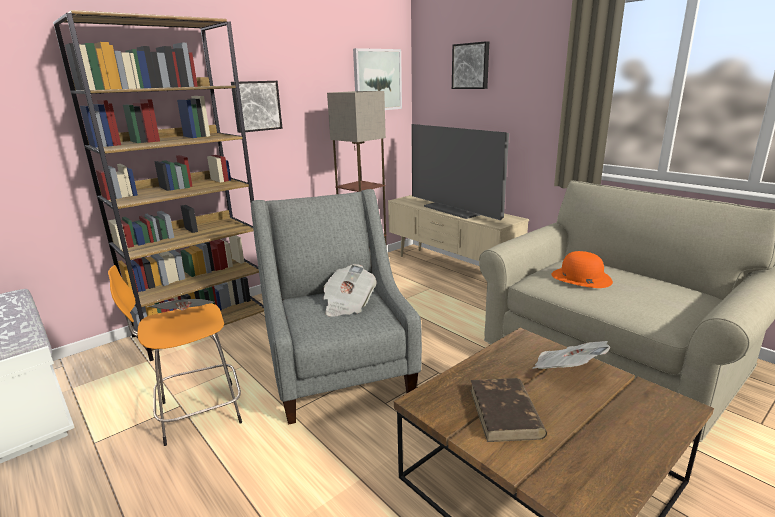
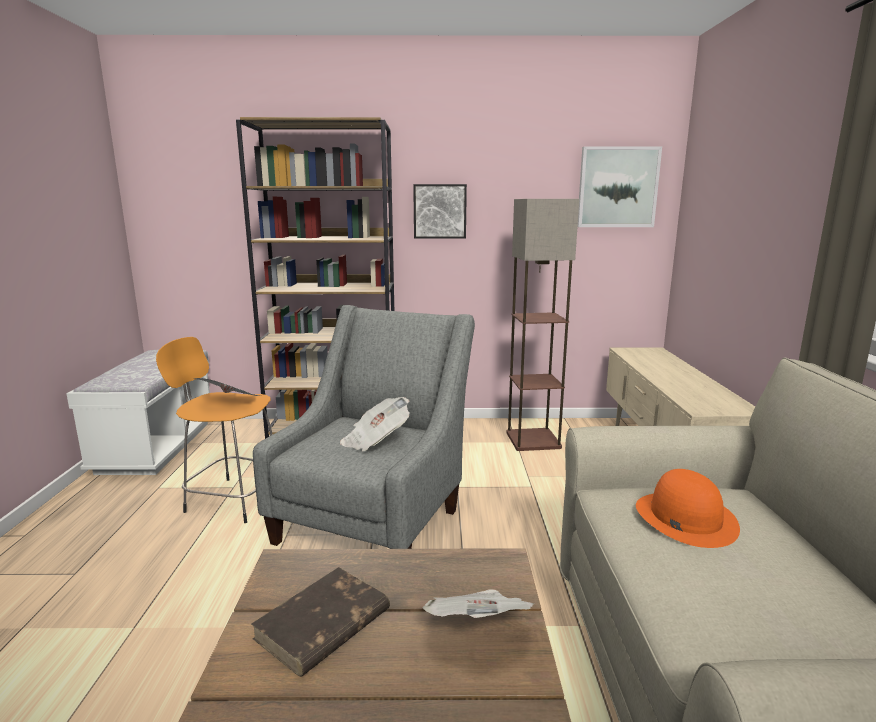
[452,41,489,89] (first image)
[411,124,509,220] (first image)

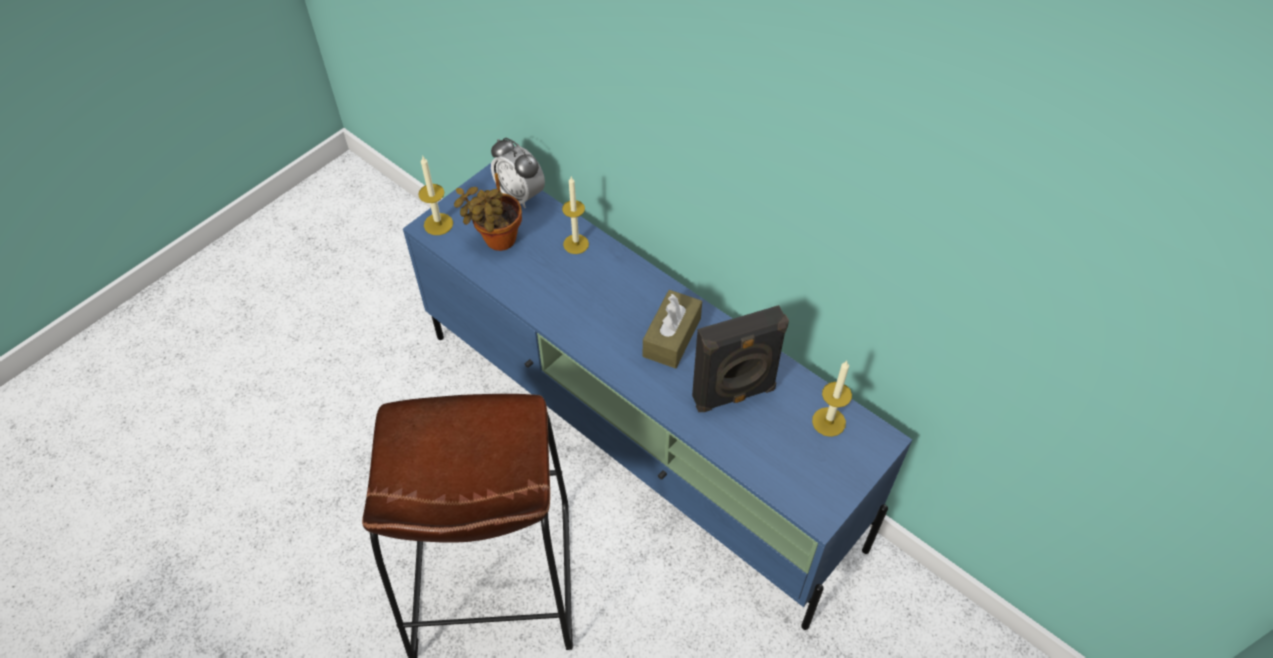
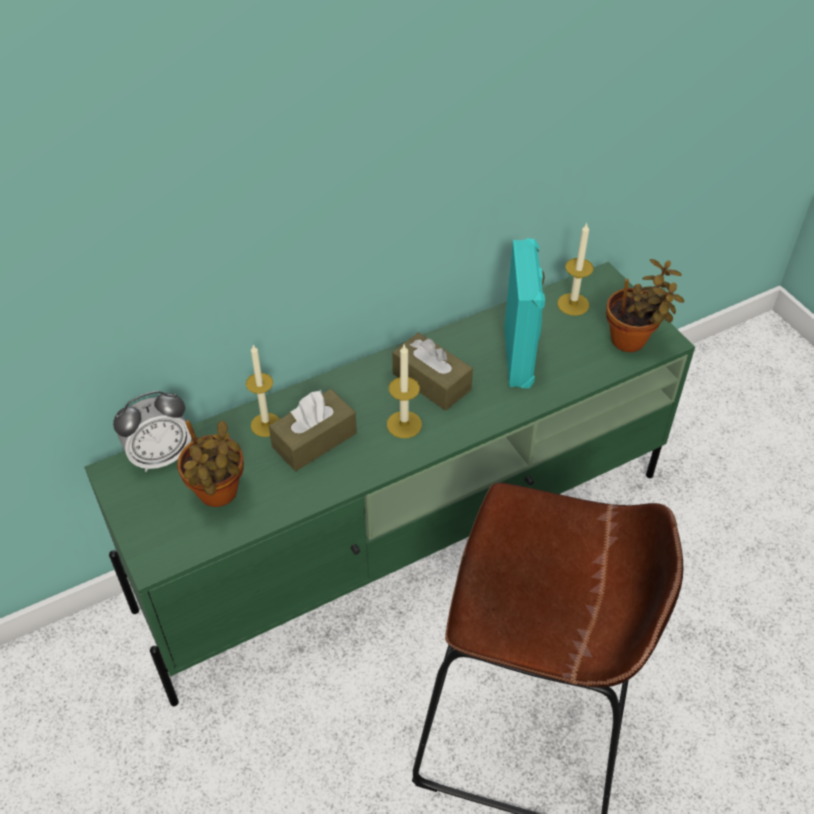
[387,345,422,438]
[84,262,695,706]
[504,239,545,388]
[606,259,684,352]
[269,389,357,471]

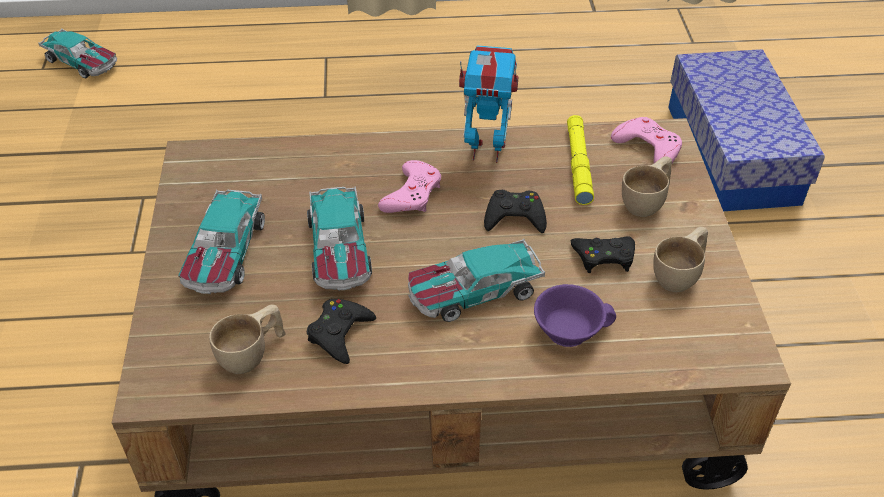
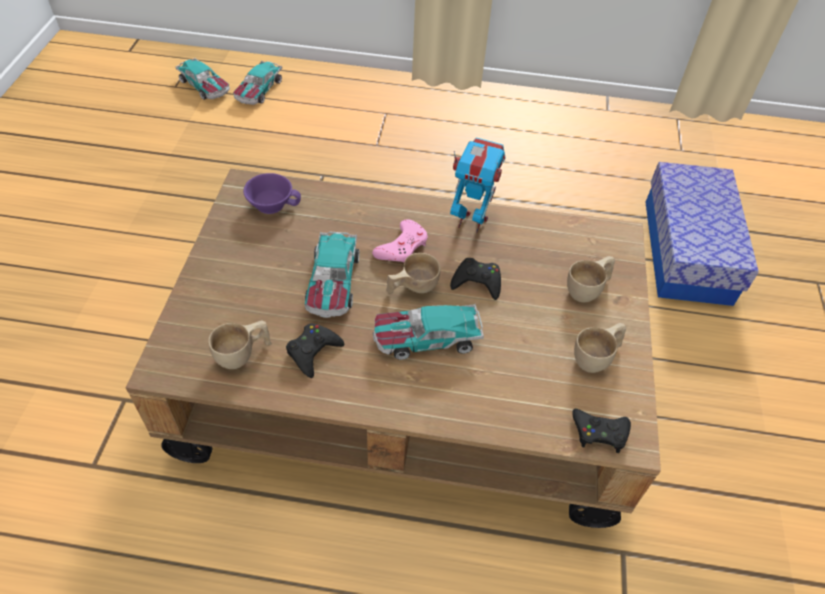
[567,115,594,205] (first image)
[611,117,682,163] (first image)
[233,60,282,105]
[572,409,631,453]
[243,173,301,214]
[386,253,440,294]

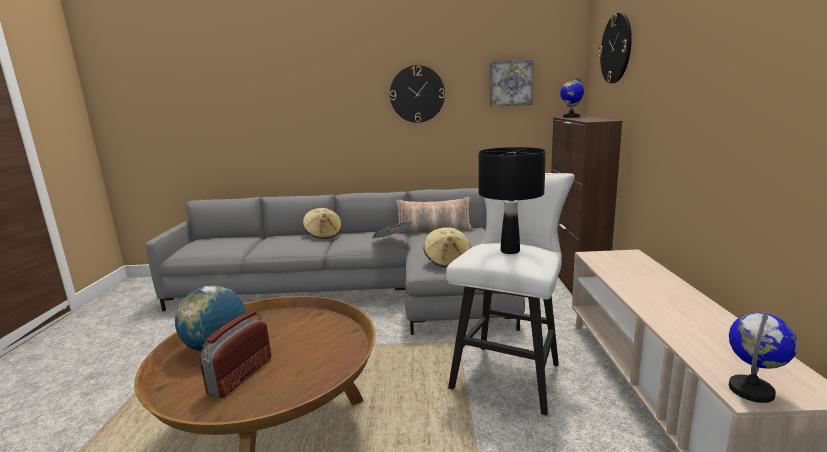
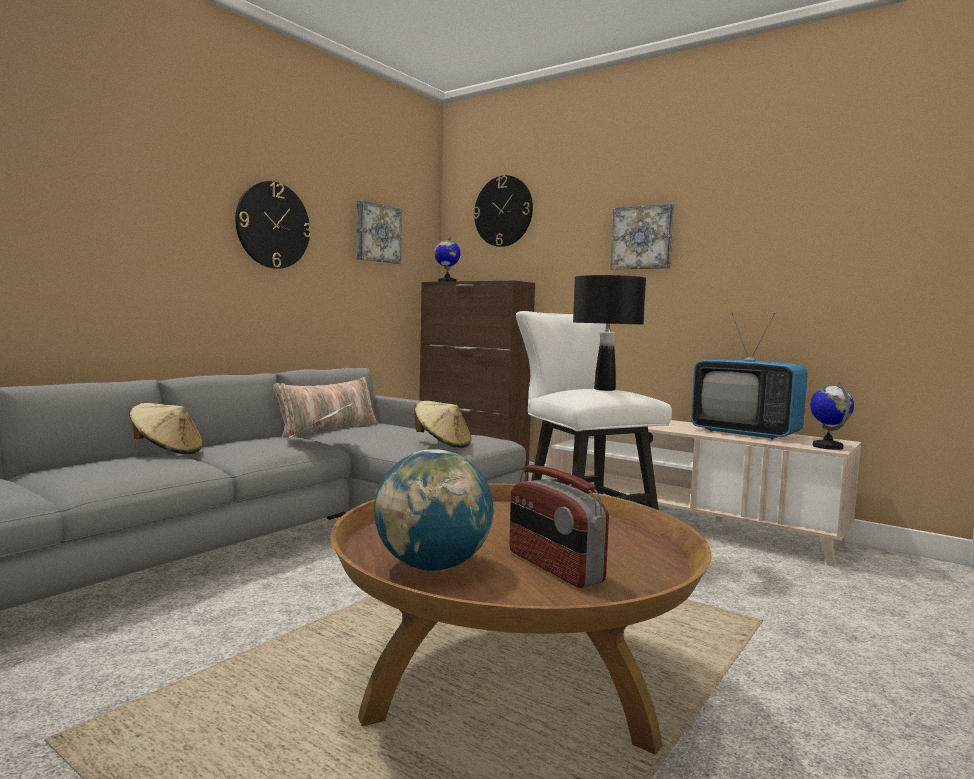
[610,203,674,270]
[691,312,808,439]

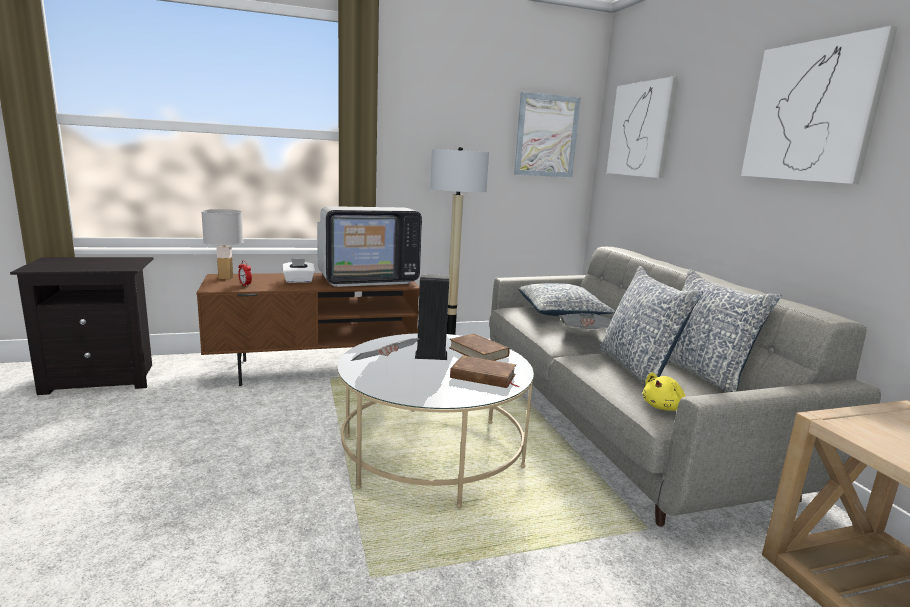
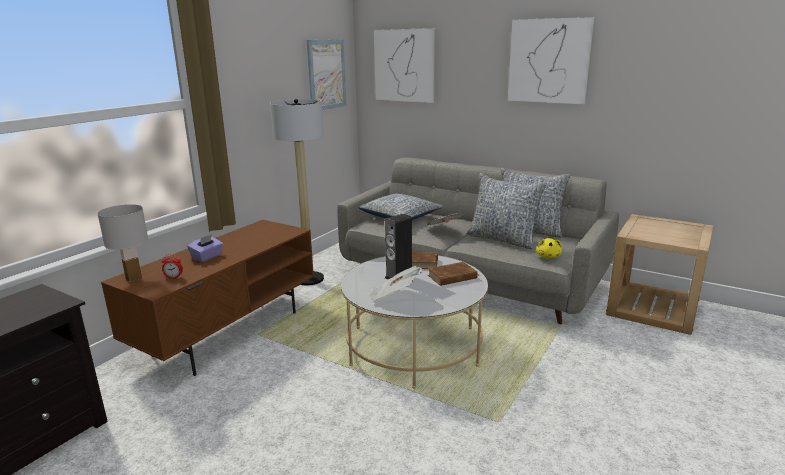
[317,206,422,287] (first image)
[187,234,223,262]

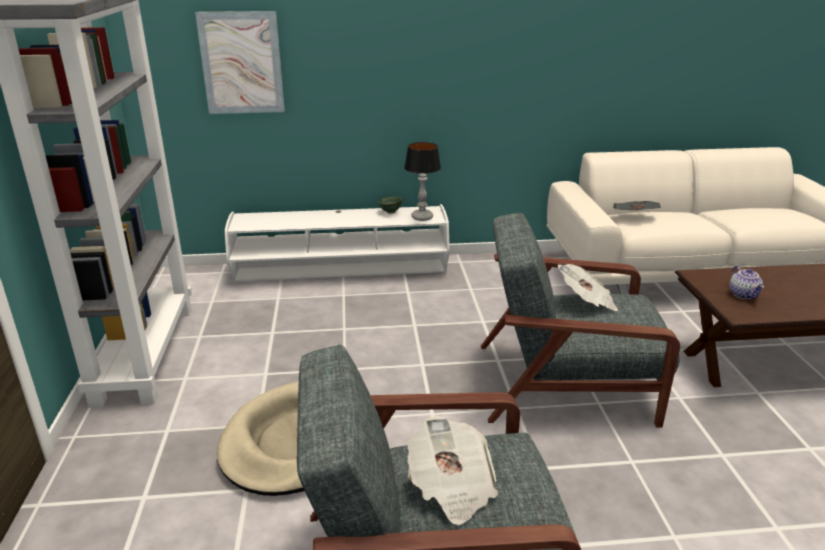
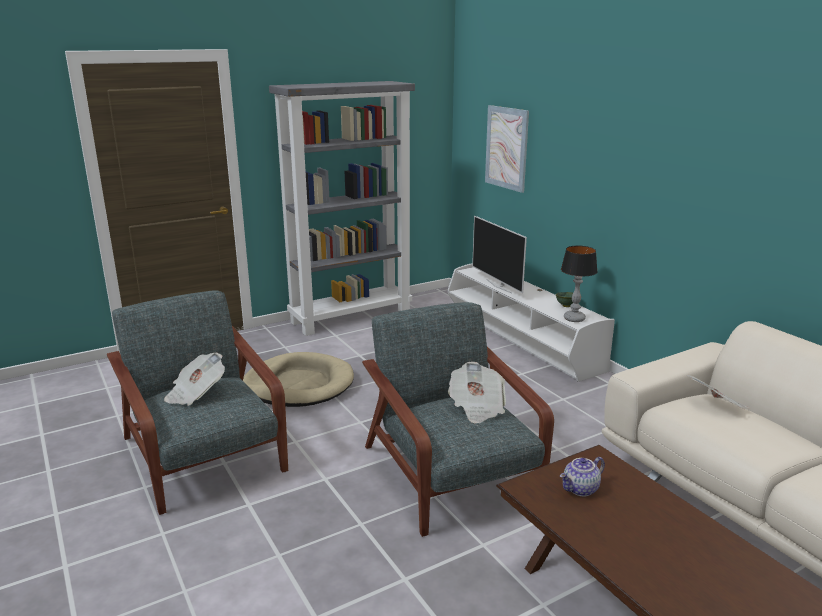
[472,216,527,293]

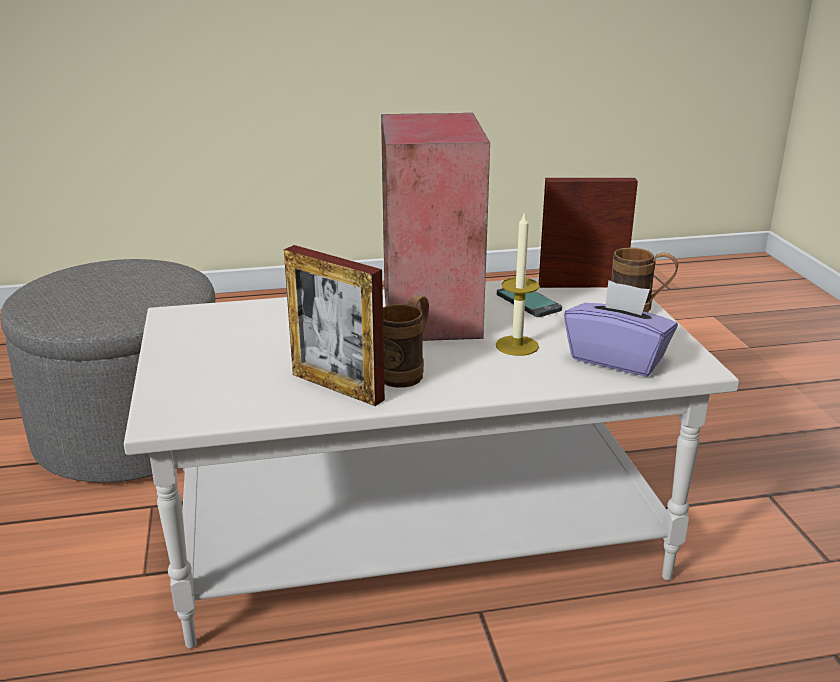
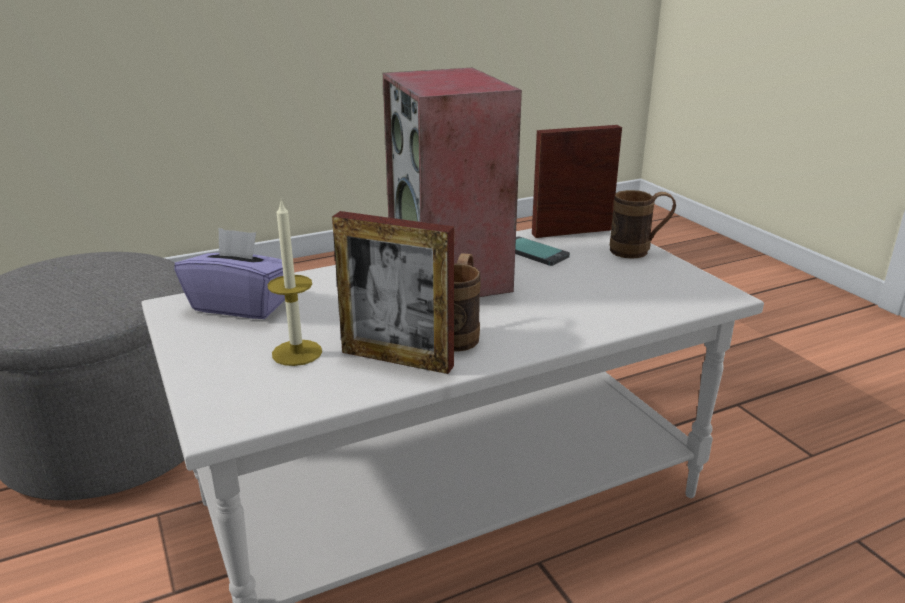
[268,201,322,366]
[174,228,285,319]

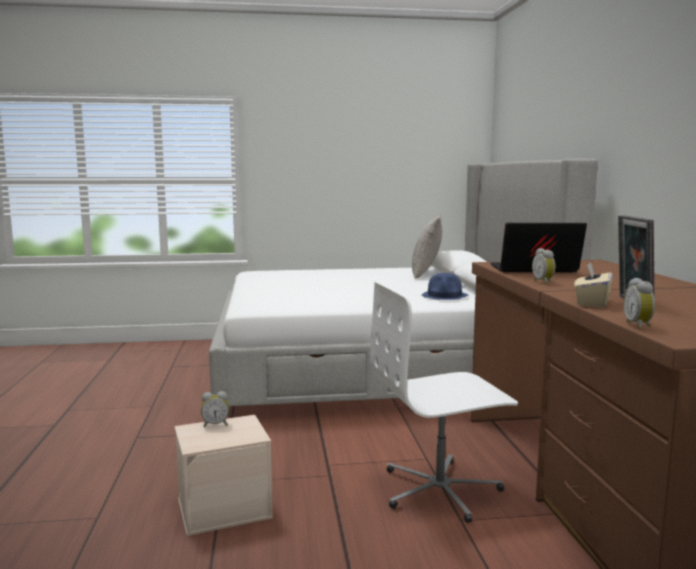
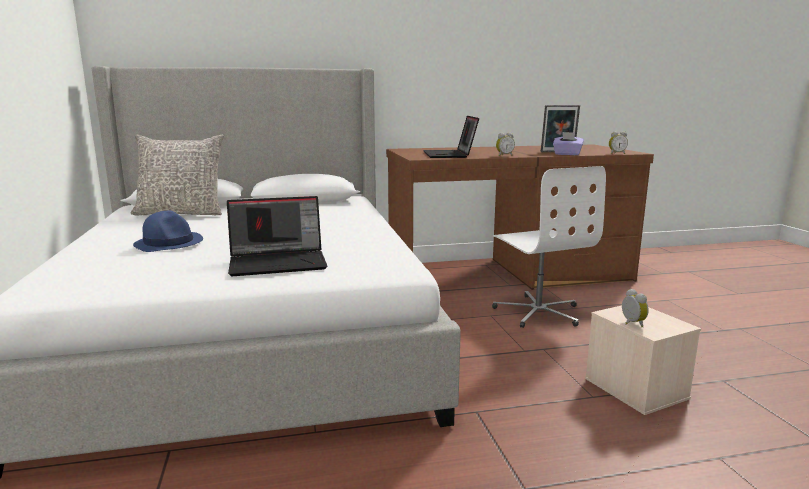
[553,132,584,155]
[133,210,203,252]
[227,196,327,276]

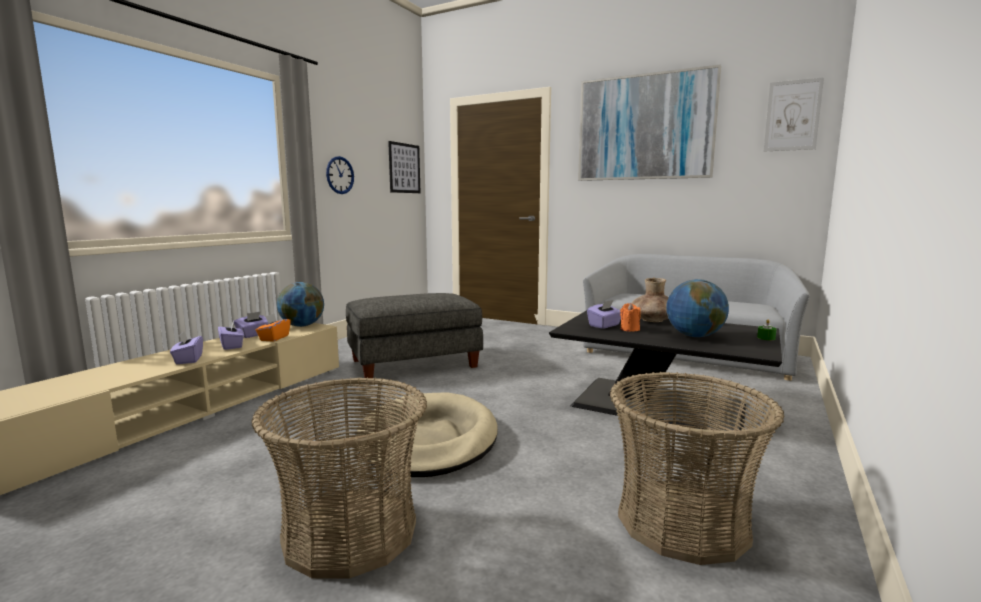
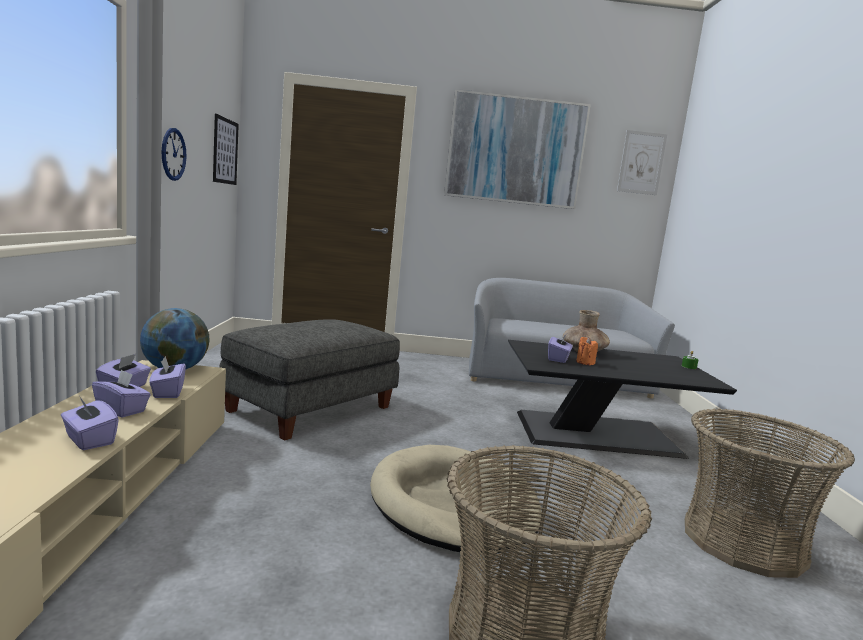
[666,279,729,337] (first image)
[149,356,186,398]

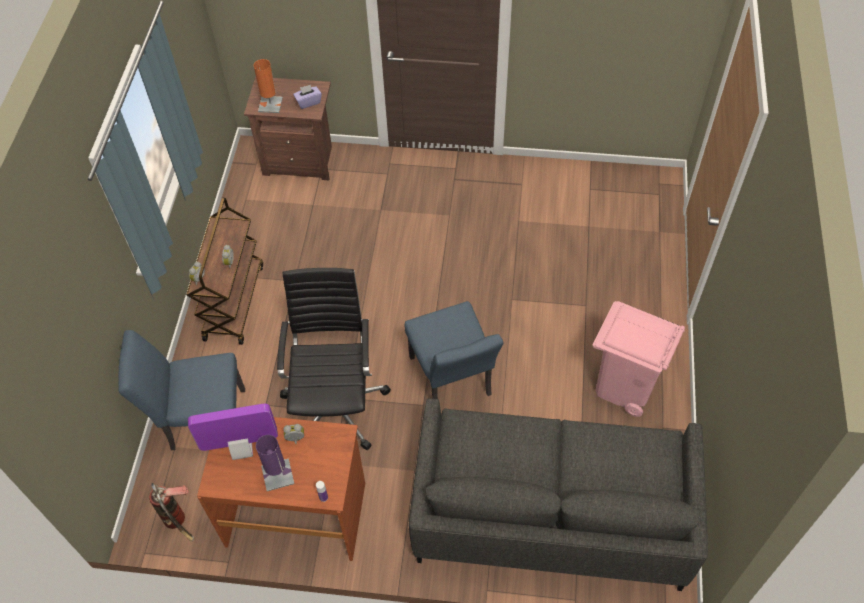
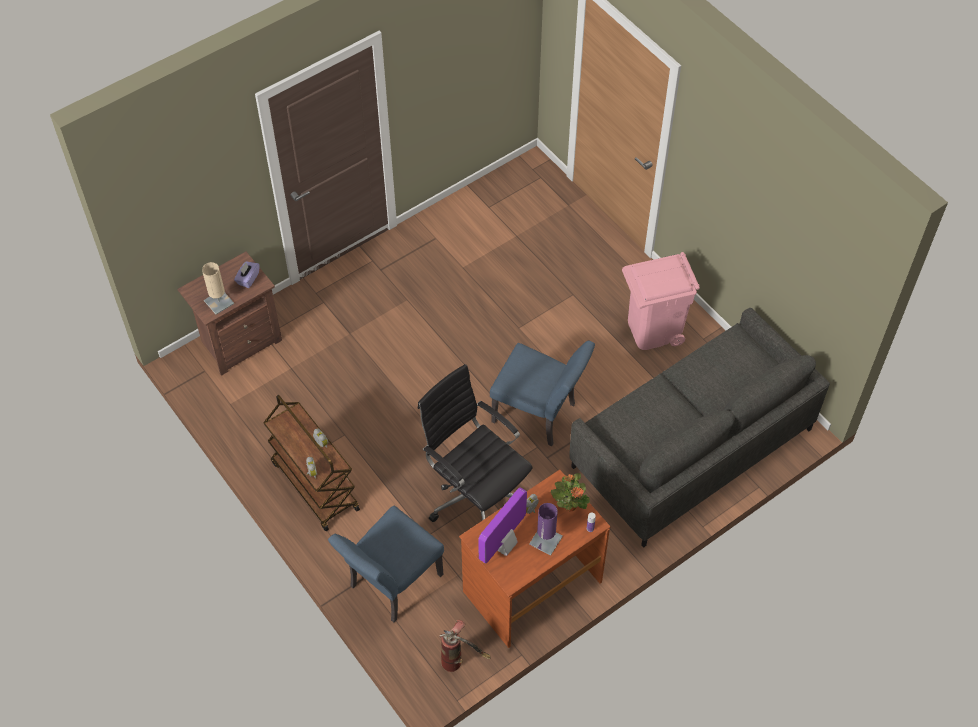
[202,262,234,315]
[551,473,590,511]

